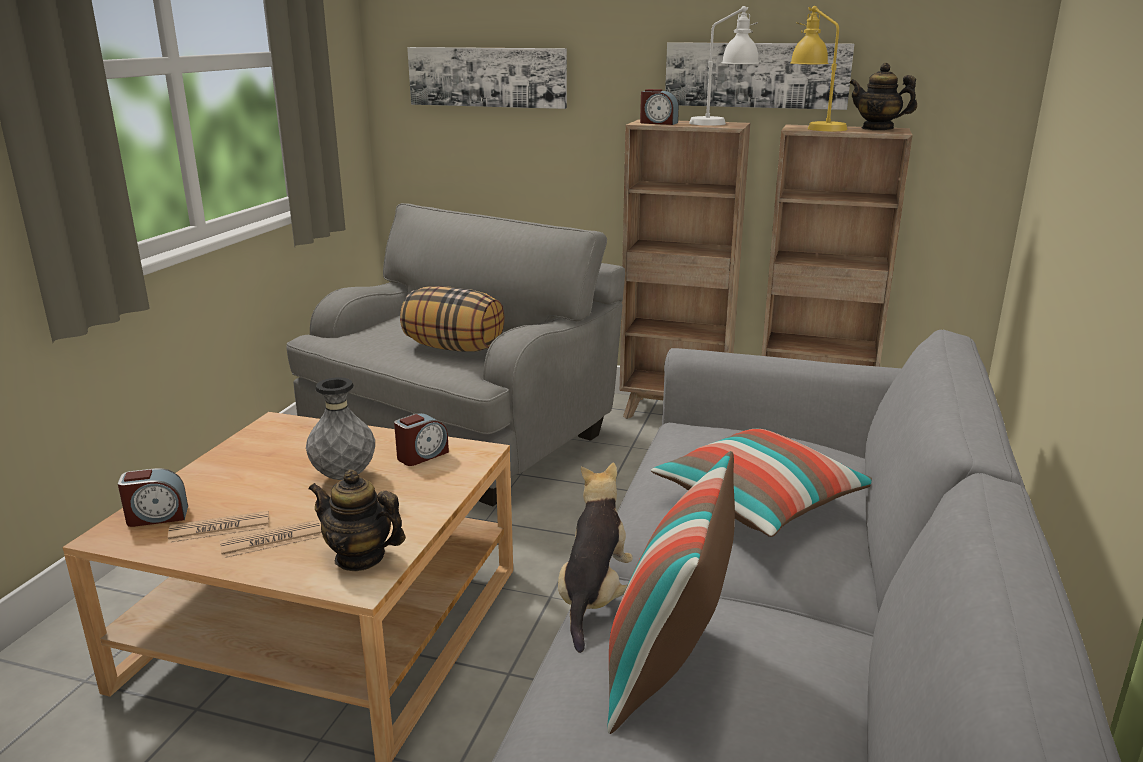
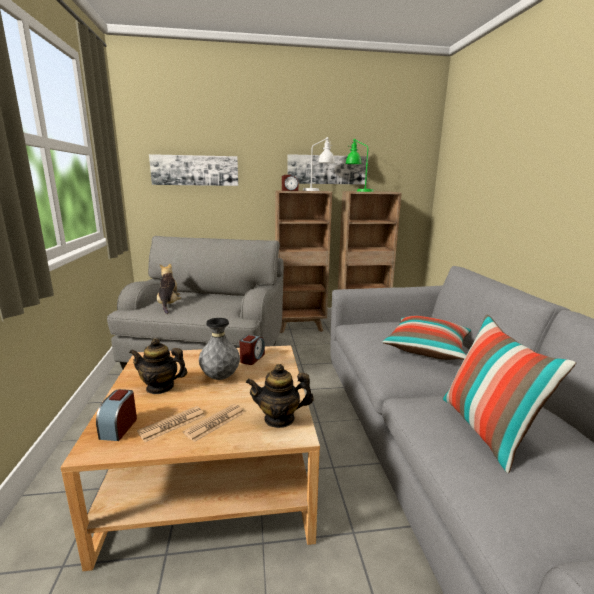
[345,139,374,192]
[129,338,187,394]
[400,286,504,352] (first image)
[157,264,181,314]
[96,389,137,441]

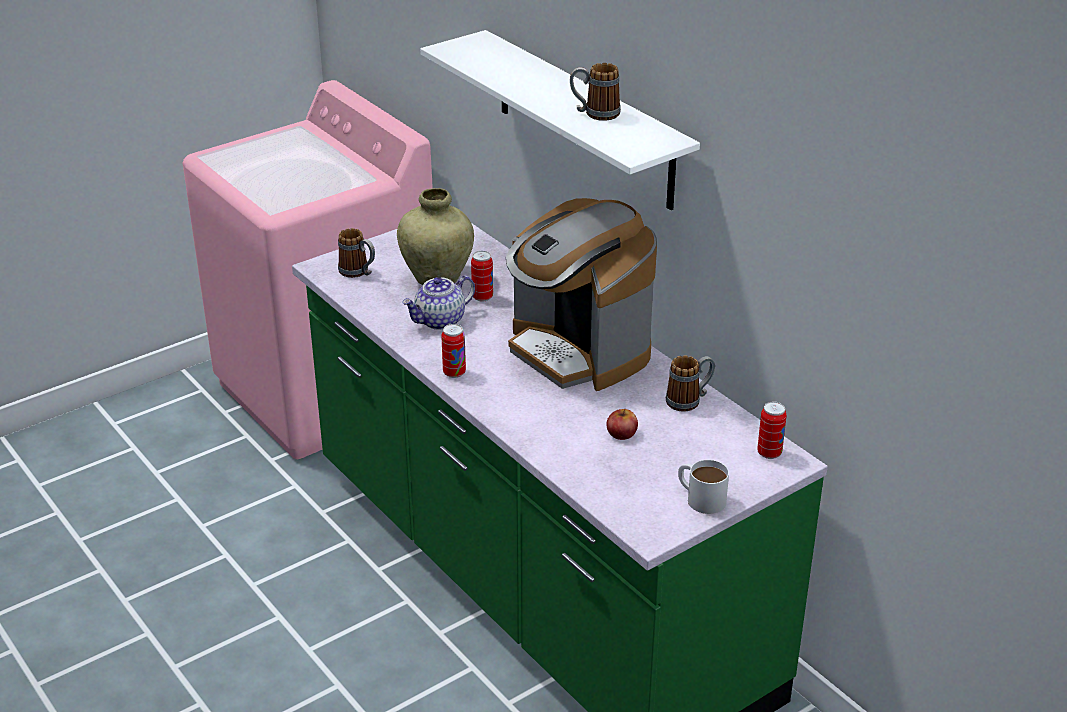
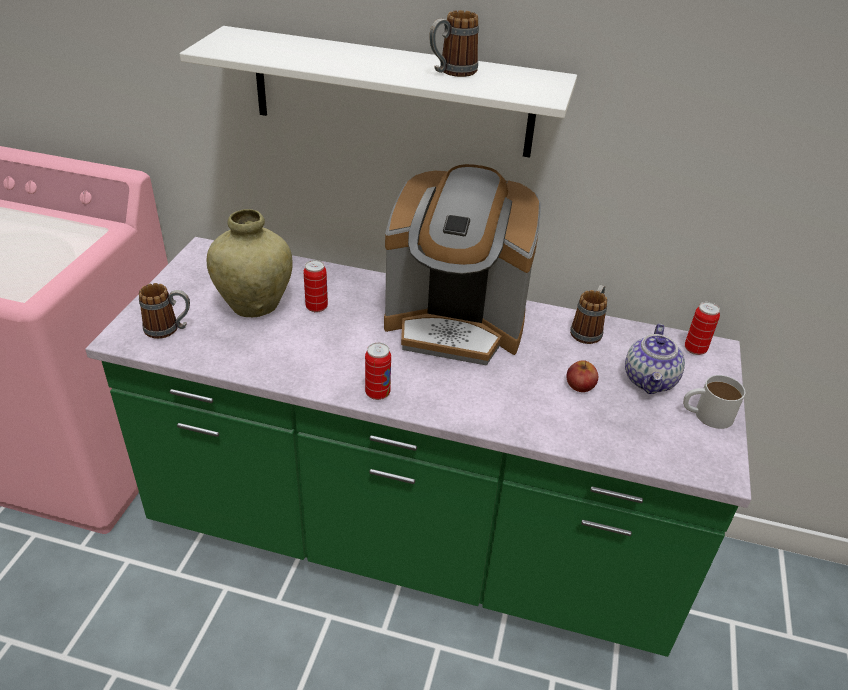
[625,324,685,394]

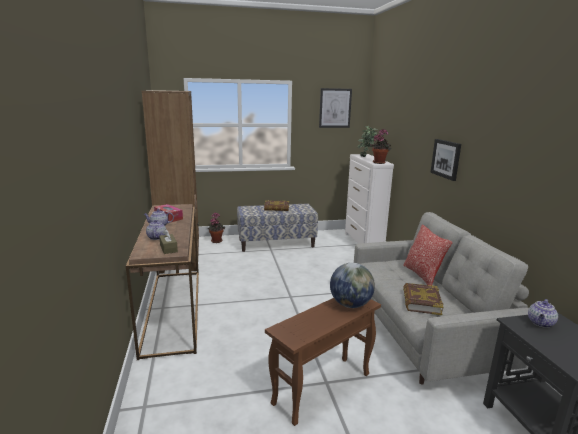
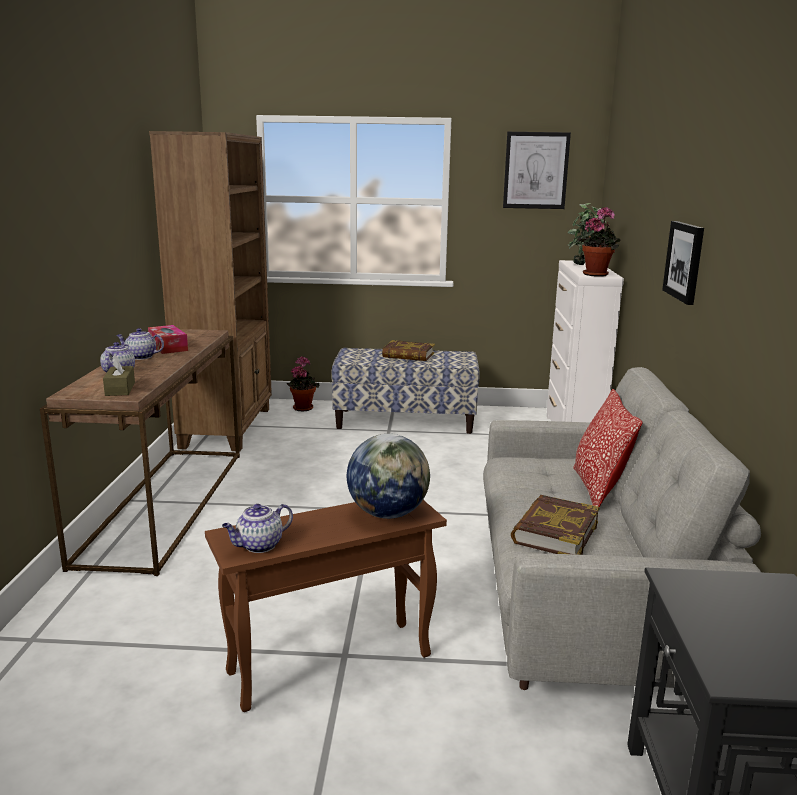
[222,504,293,553]

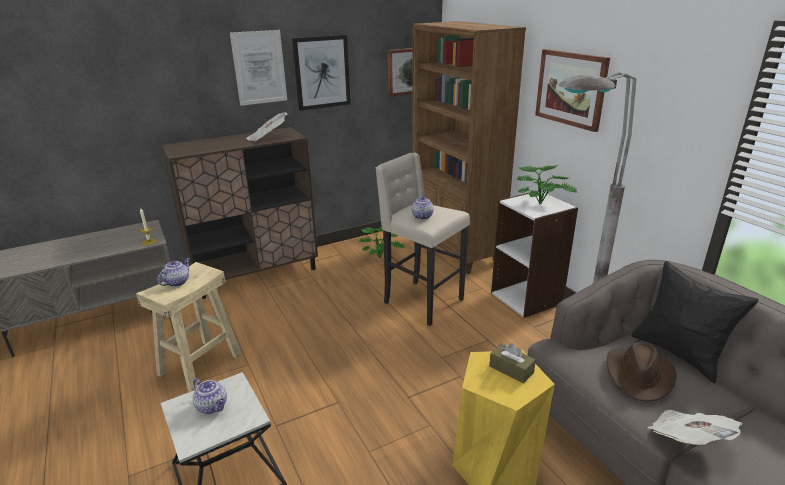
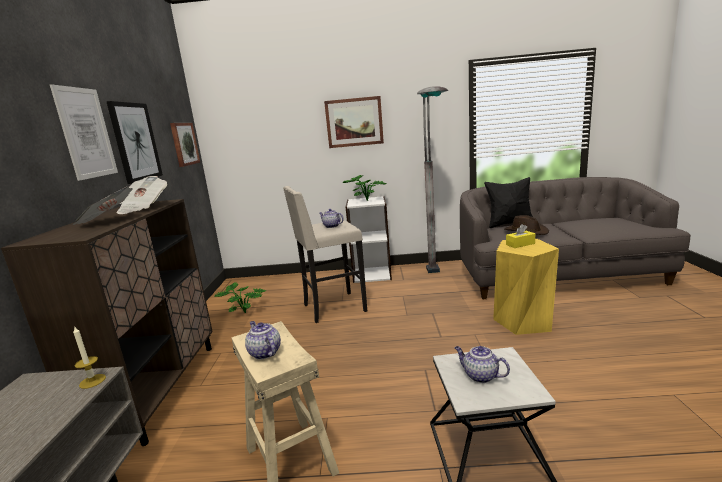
[412,21,526,274] (first image)
[506,224,535,248]
[455,346,510,383]
[72,186,133,225]

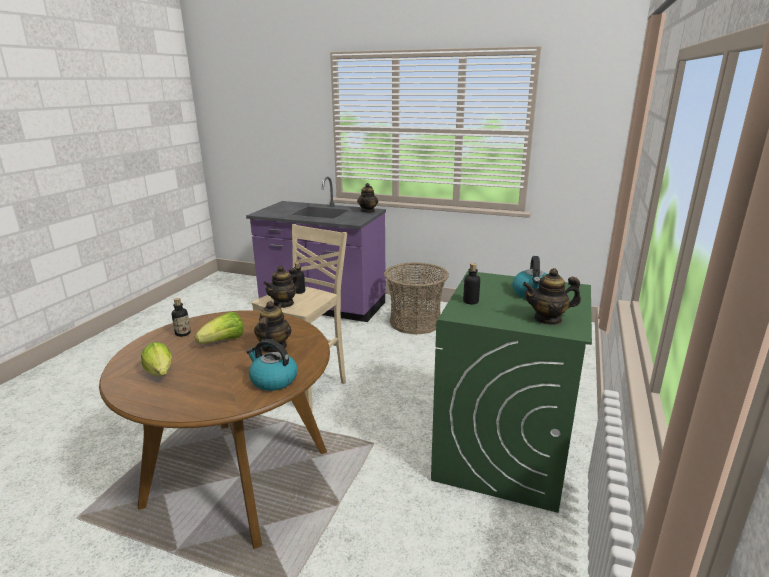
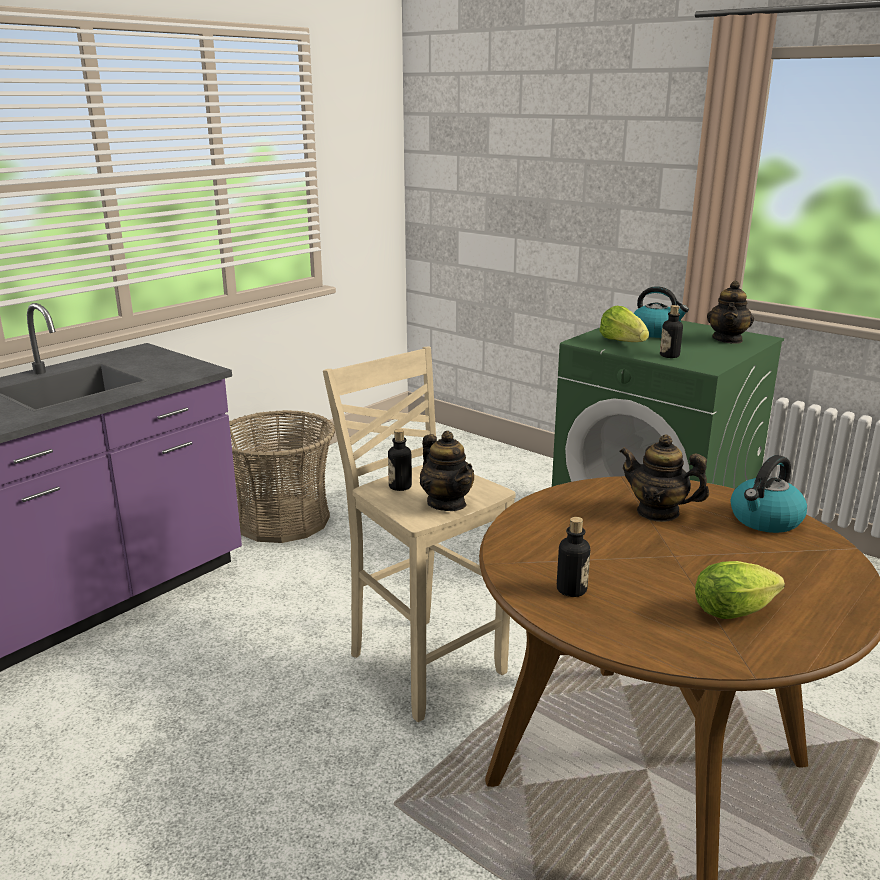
[357,183,378,213] (first image)
[599,306,649,342]

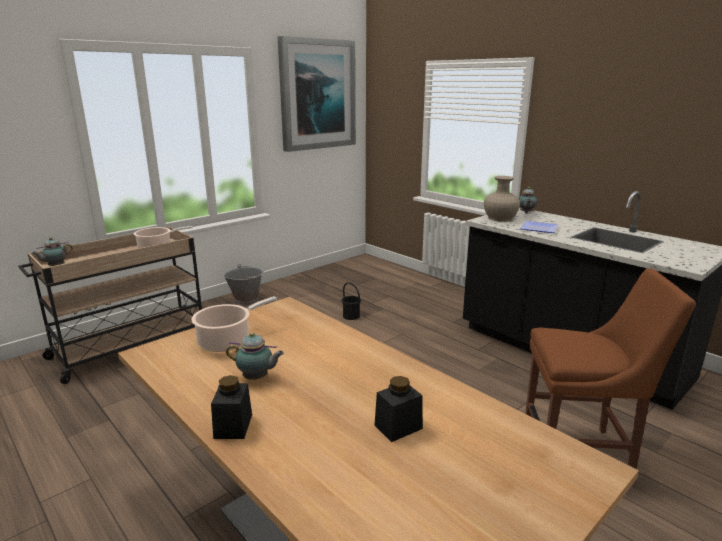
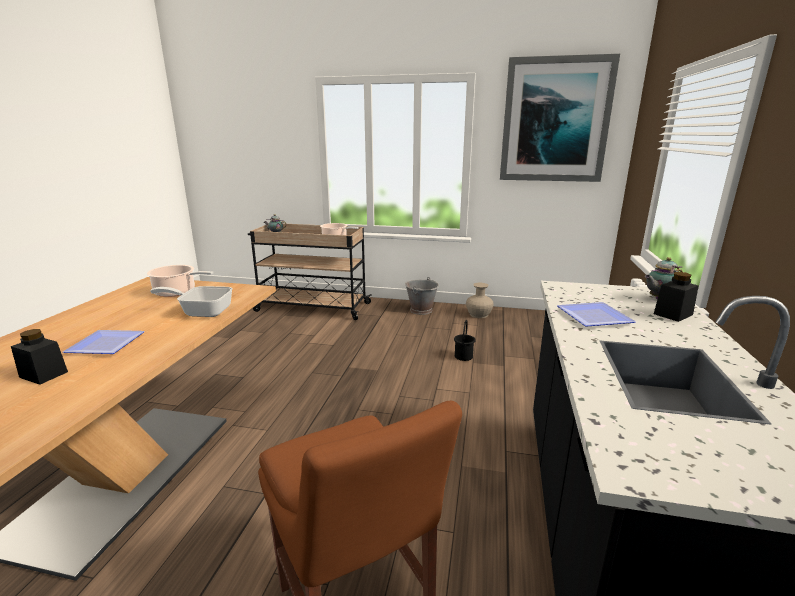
[466,283,494,318]
[226,332,284,380] (first image)
[654,272,699,322]
[150,286,233,317]
[63,330,145,354]

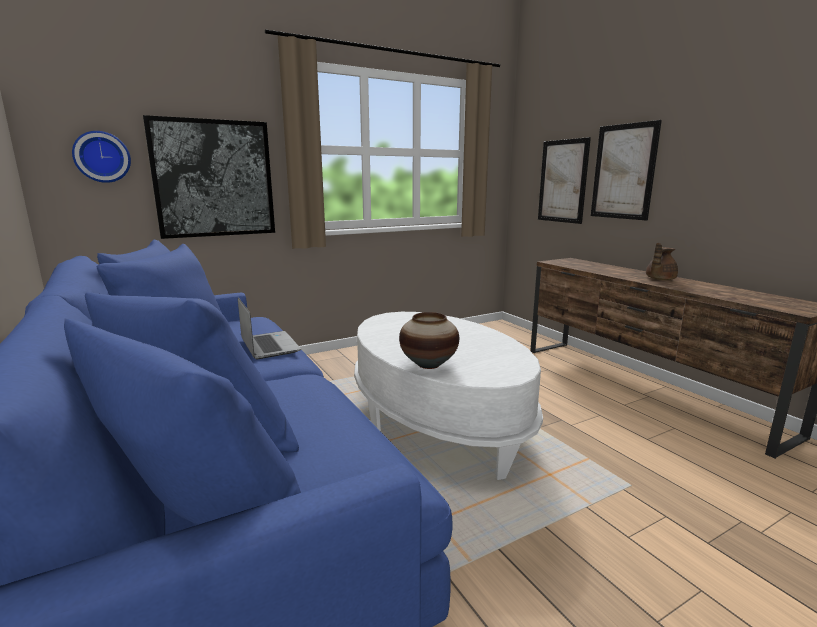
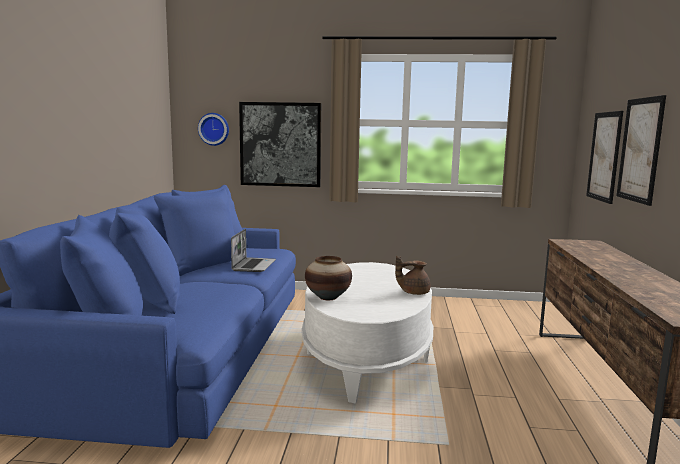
[395,256,431,295]

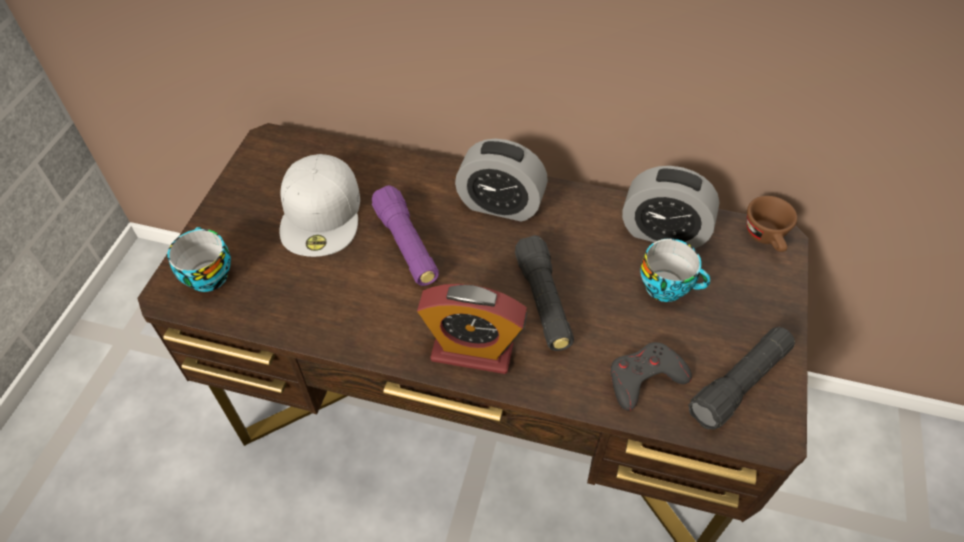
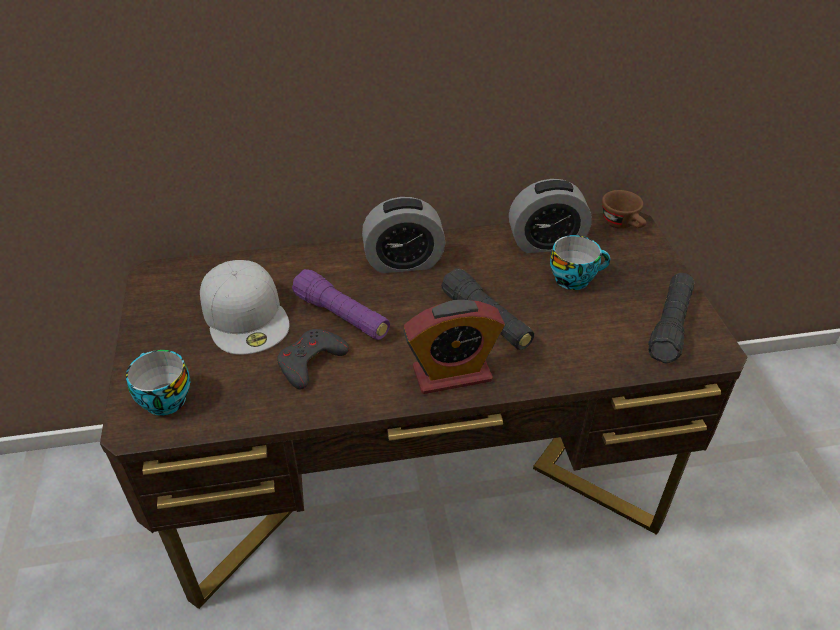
[277,329,350,389]

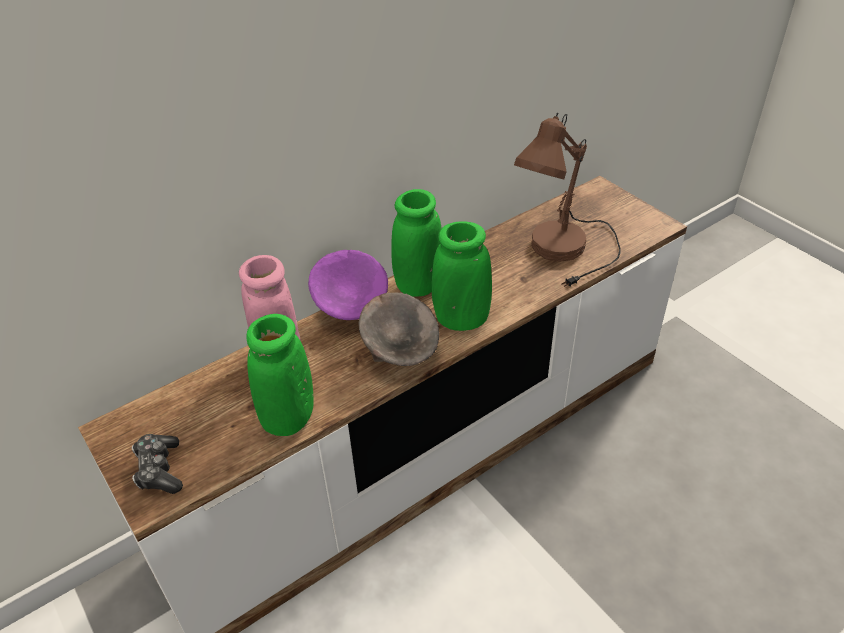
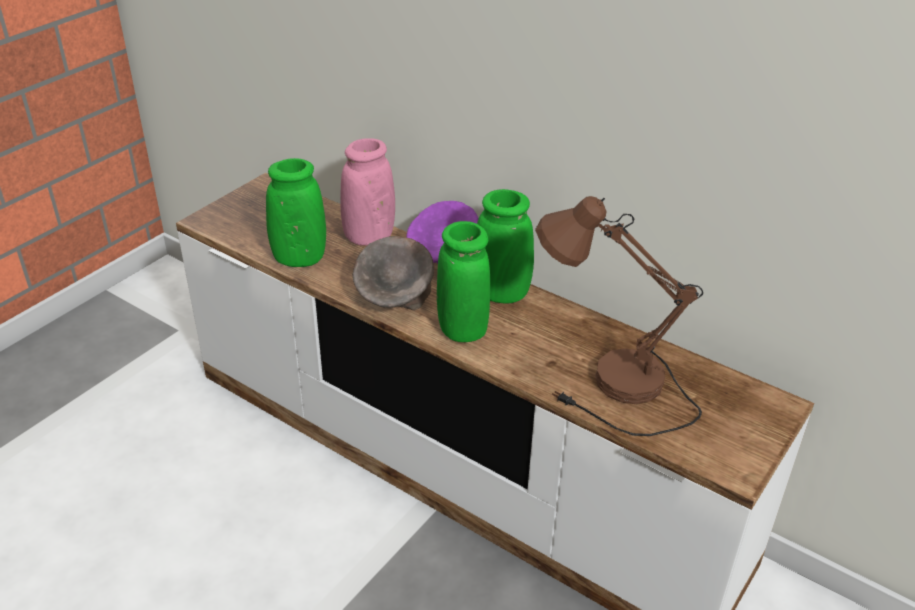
[132,434,183,494] (first image)

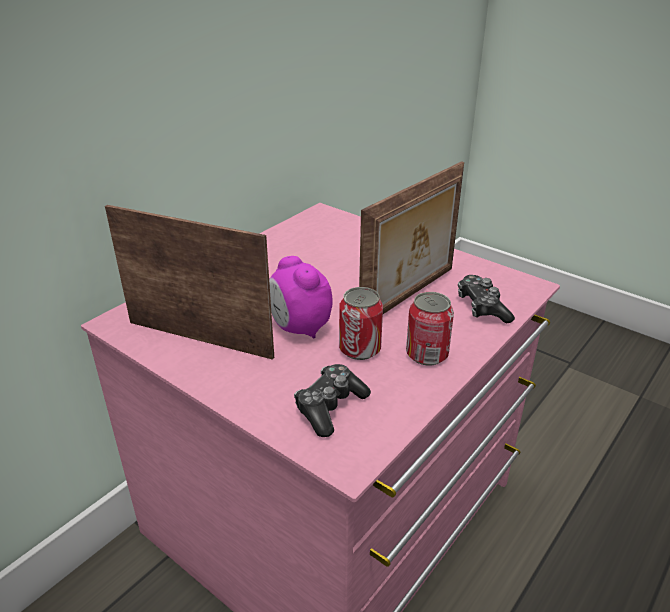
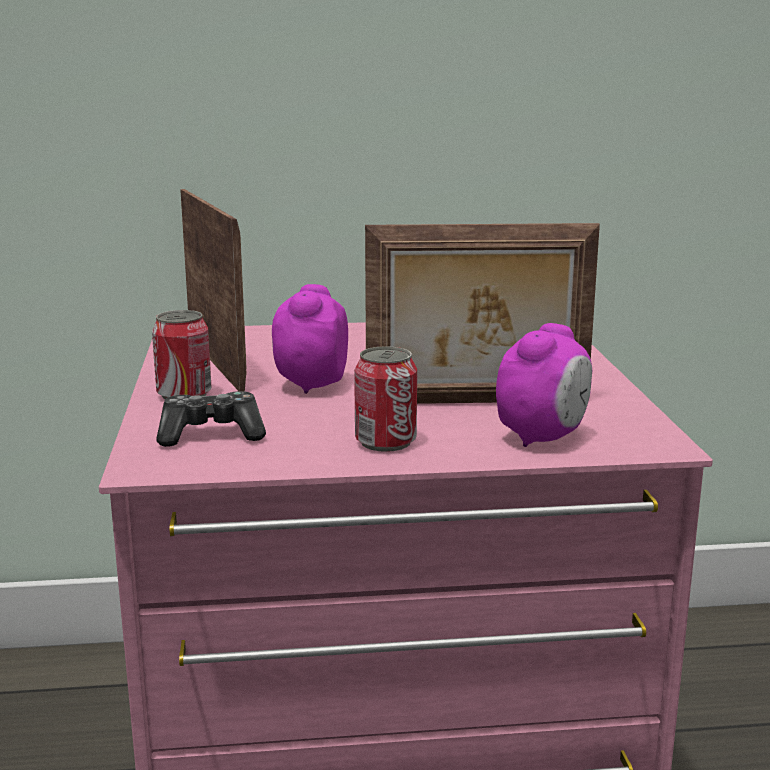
[496,323,592,447]
[152,310,211,399]

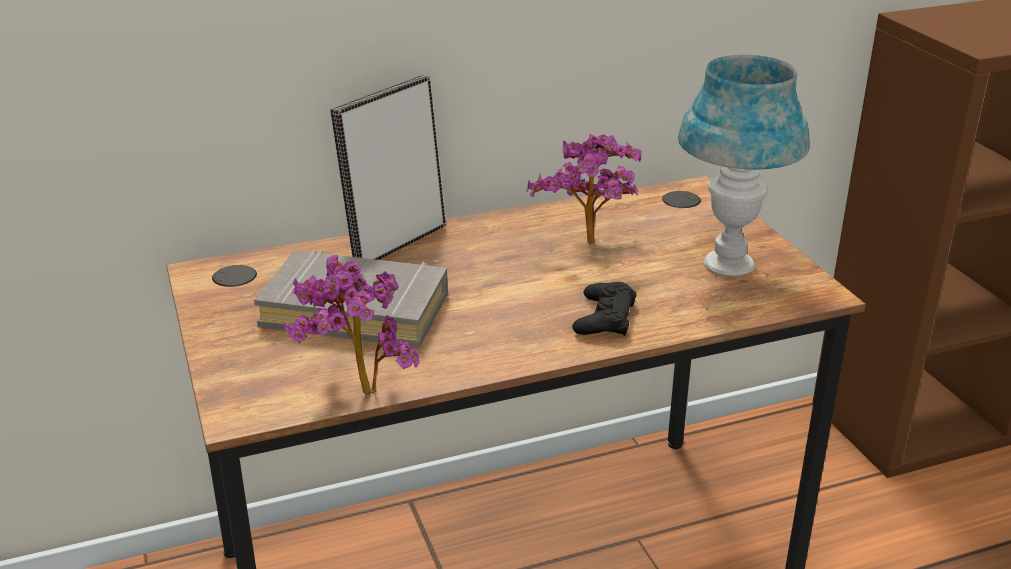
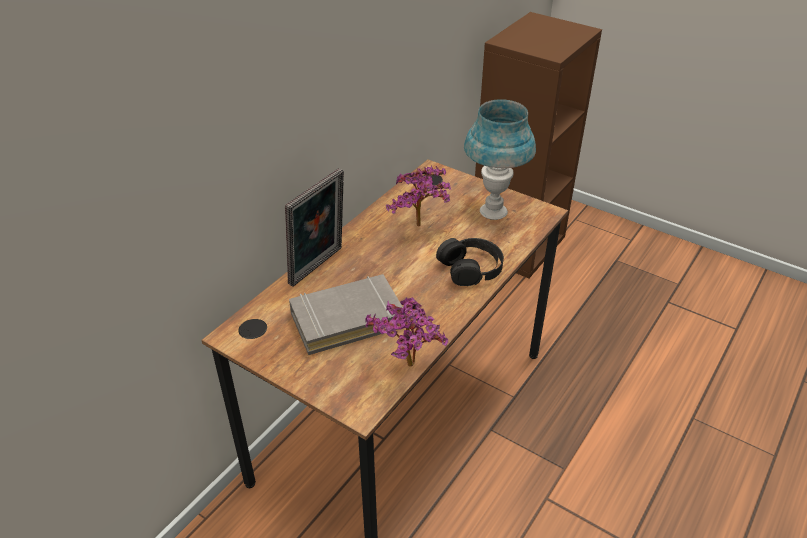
[285,168,344,287]
[436,238,504,286]

